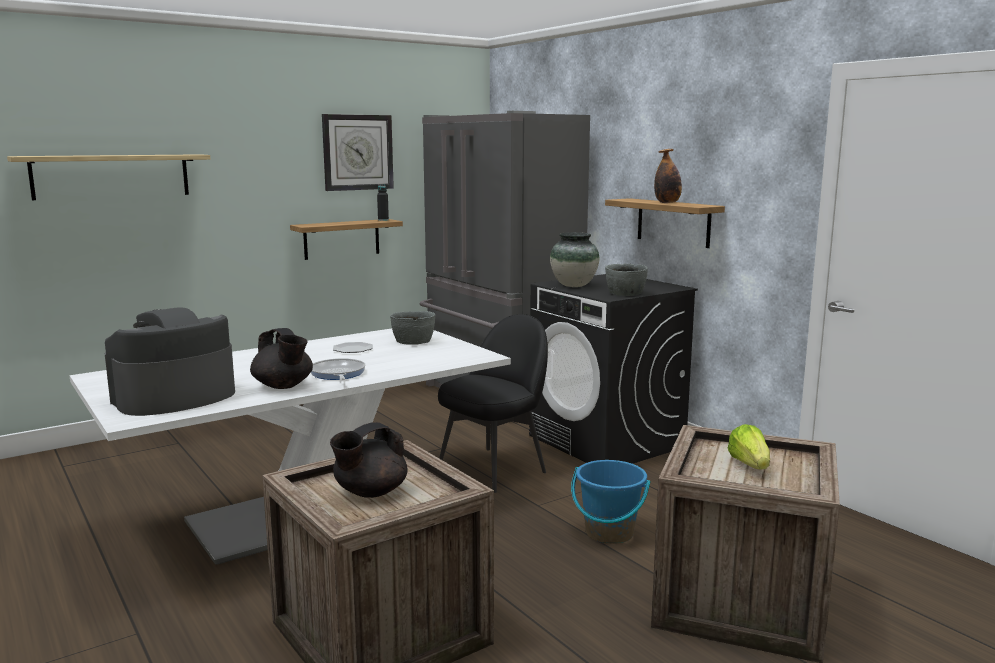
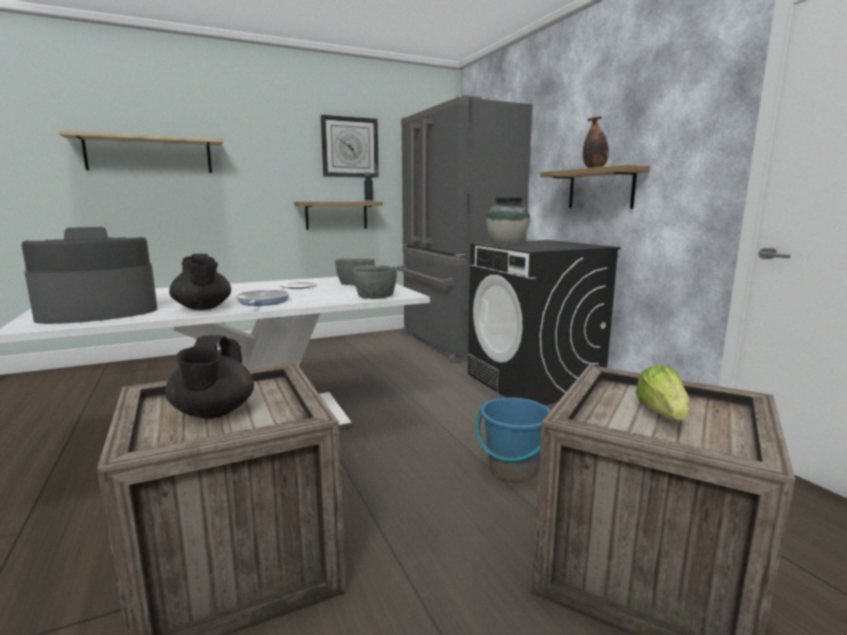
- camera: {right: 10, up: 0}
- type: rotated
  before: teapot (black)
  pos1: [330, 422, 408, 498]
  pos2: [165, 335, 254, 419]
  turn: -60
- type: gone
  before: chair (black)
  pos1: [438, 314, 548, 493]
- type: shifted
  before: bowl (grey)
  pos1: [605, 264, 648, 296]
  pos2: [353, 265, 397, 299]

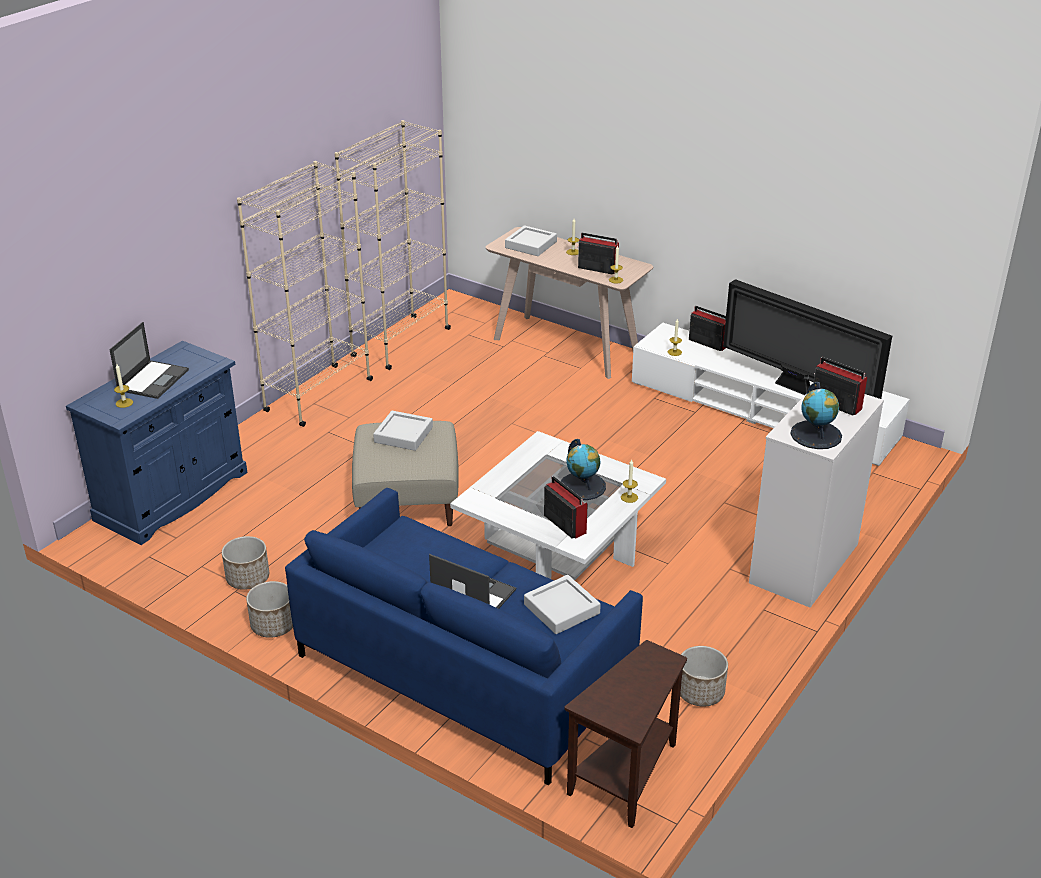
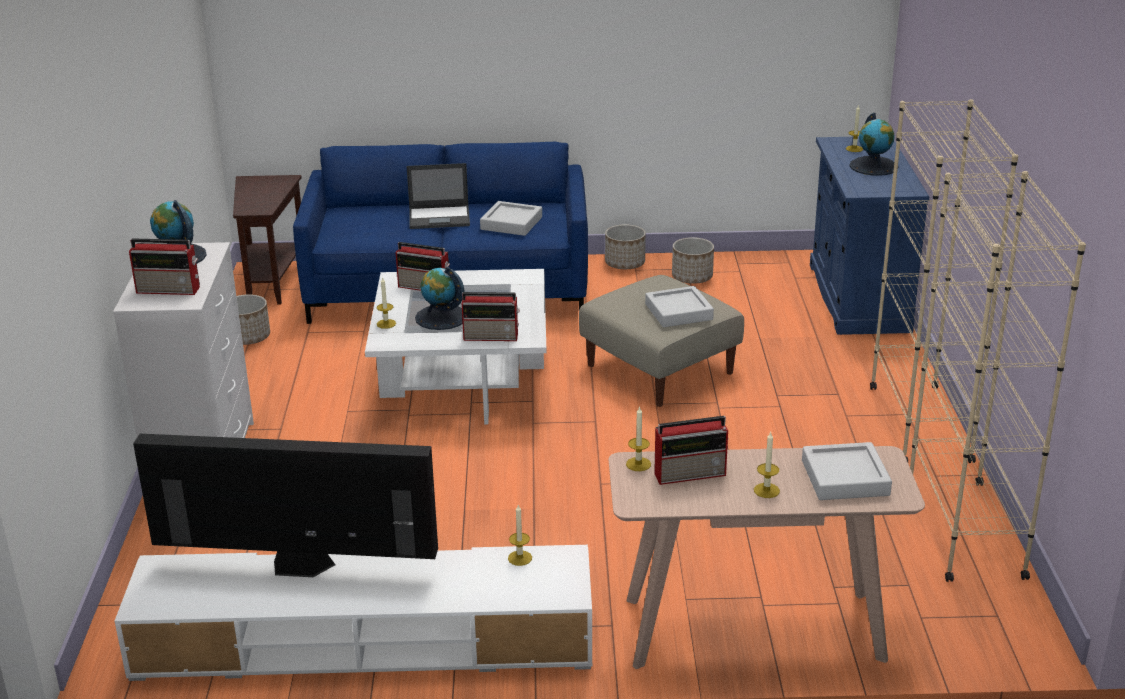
- camera: {right: 145, up: -5}
- type: swapped
  before: laptop
  after: globe
  pos1: [109, 322, 189, 399]
  pos2: [849, 113, 895, 176]
- type: shifted
  before: tray (grey)
  pos1: [524, 575, 601, 634]
  pos2: [480, 201, 542, 236]
- type: shifted
  before: radio
  pos1: [689, 306, 726, 351]
  pos2: [462, 292, 520, 341]

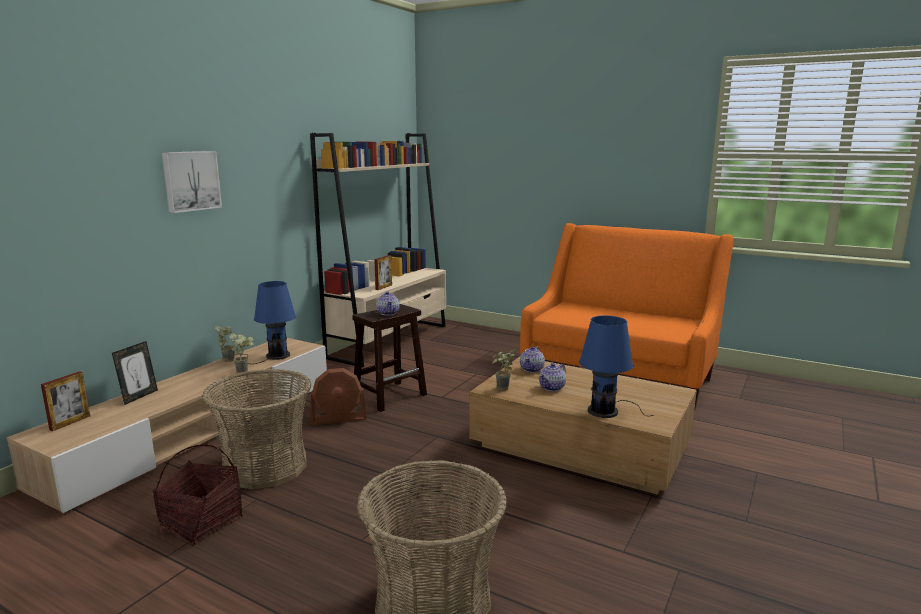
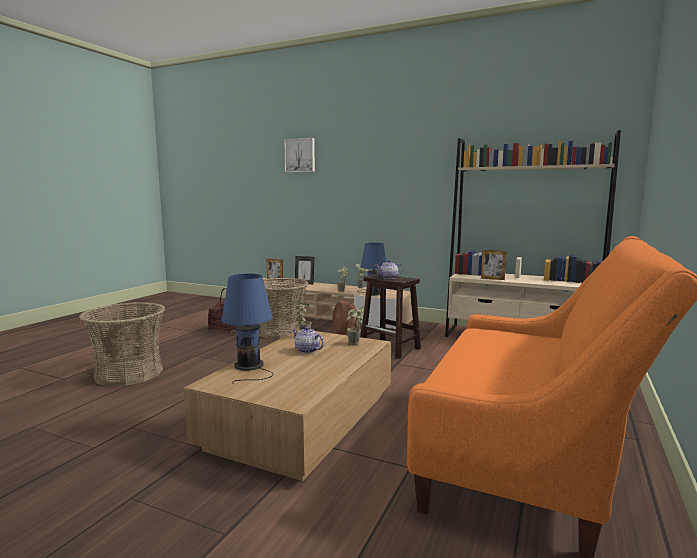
- camera: {right: 85, up: -5}
- type: shifted
  before: picture
  pos1: [162, 151, 222, 213]
  pos2: [284, 138, 315, 172]
- type: swapped
  before: teapot
  after: potted plant
  pos1: [520, 346, 545, 373]
  pos2: [347, 306, 364, 345]

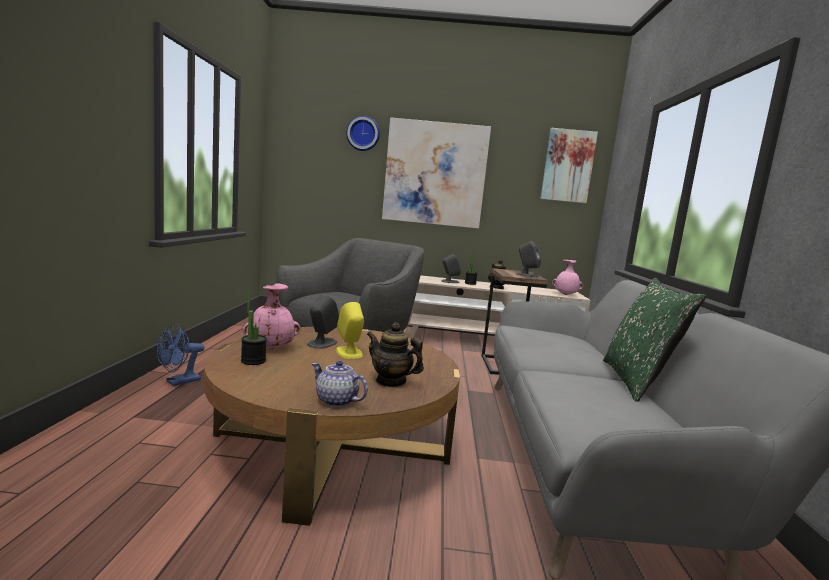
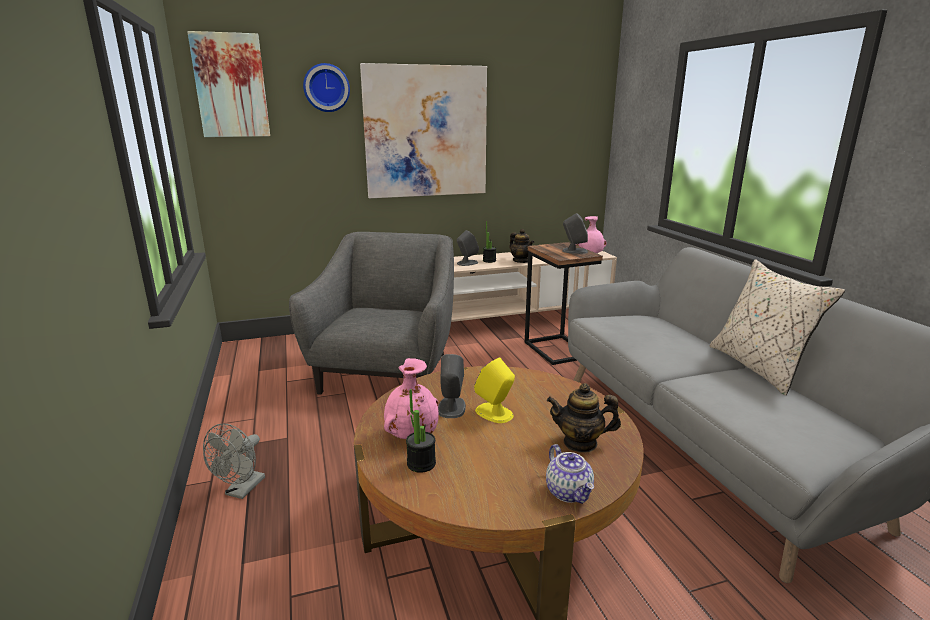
- camera: {right: -20, up: 10}
- type: repainted
  before: fan (blue)
  after: fan (grey)
  pos1: [157, 324, 204, 386]
  pos2: [203, 424, 265, 499]
- type: rotated
  before: teapot
  pos1: [312, 361, 368, 407]
  pos2: [546, 444, 594, 504]
  turn: -120
- type: shifted
  before: picture
  pos1: [541, 128, 598, 203]
  pos2: [187, 31, 270, 137]
- type: repainted
  before: pillow (green)
  after: pillow (beige)
  pos1: [603, 278, 706, 402]
  pos2: [709, 259, 845, 395]

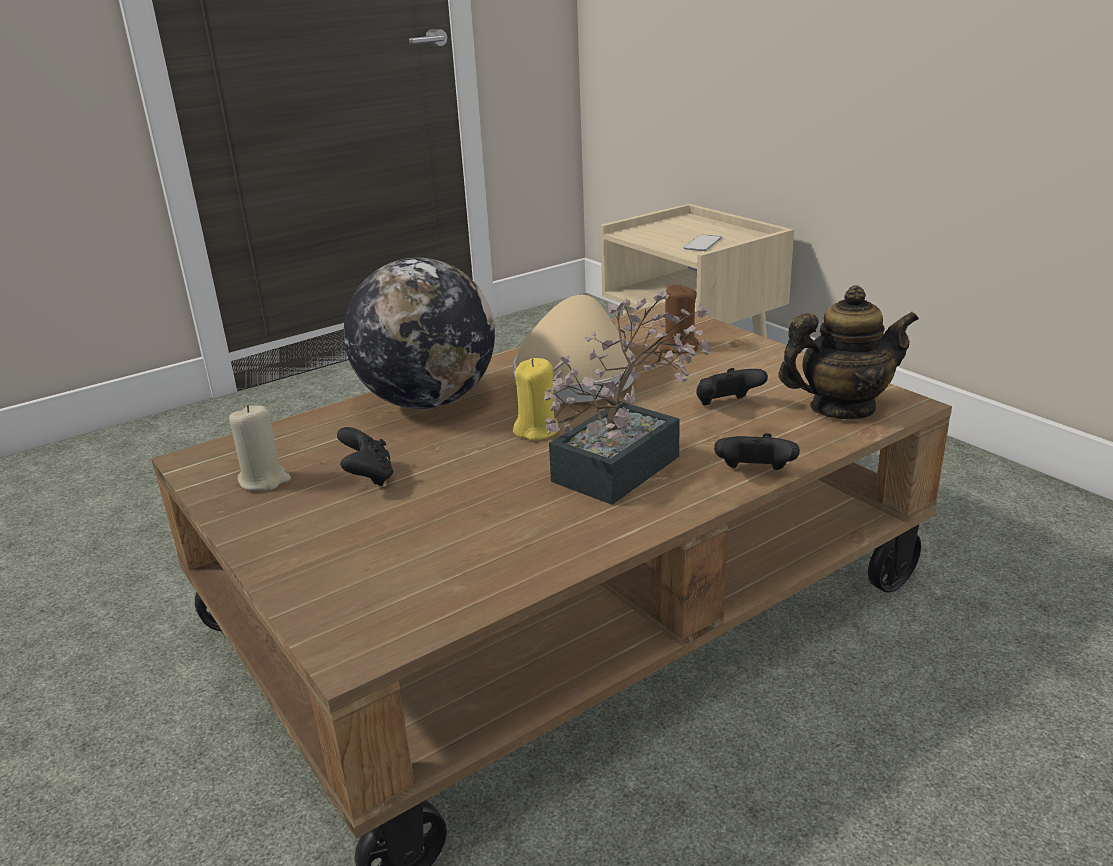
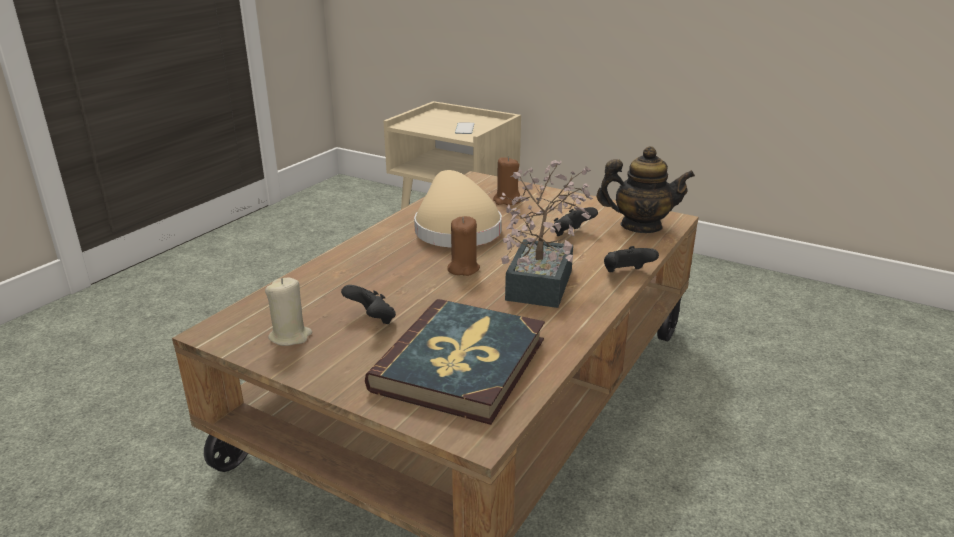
- camera: {right: -25, up: 0}
- type: gone
  before: globe
  pos1: [344, 258, 495, 409]
- type: repainted
  before: candle (yellow)
  after: candle (brown)
  pos1: [513, 358, 558, 441]
  pos2: [447, 216, 480, 276]
- type: rotated
  before: teapot
  pos1: [778, 285, 919, 420]
  pos2: [596, 146, 695, 233]
  turn: 45
- type: new
  after: book
  pos2: [365, 299, 545, 425]

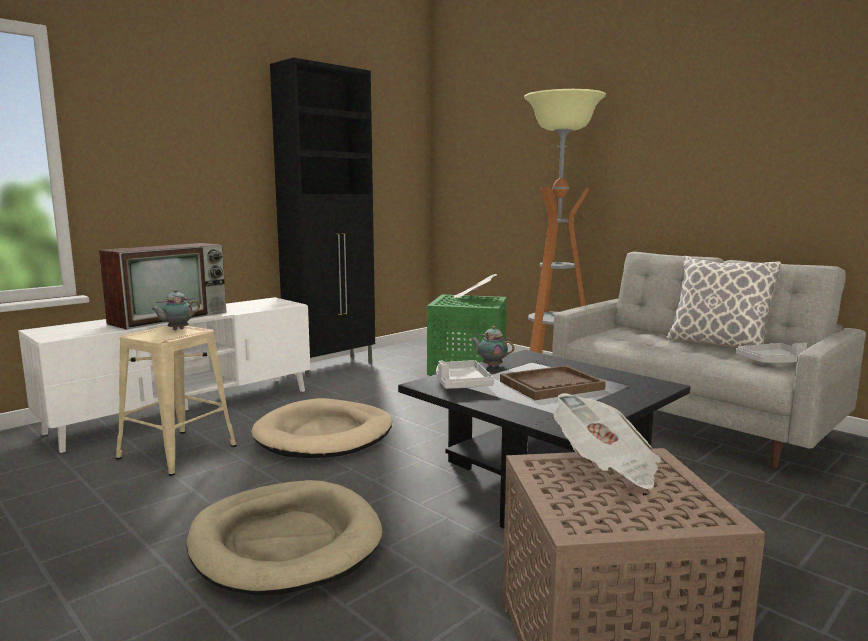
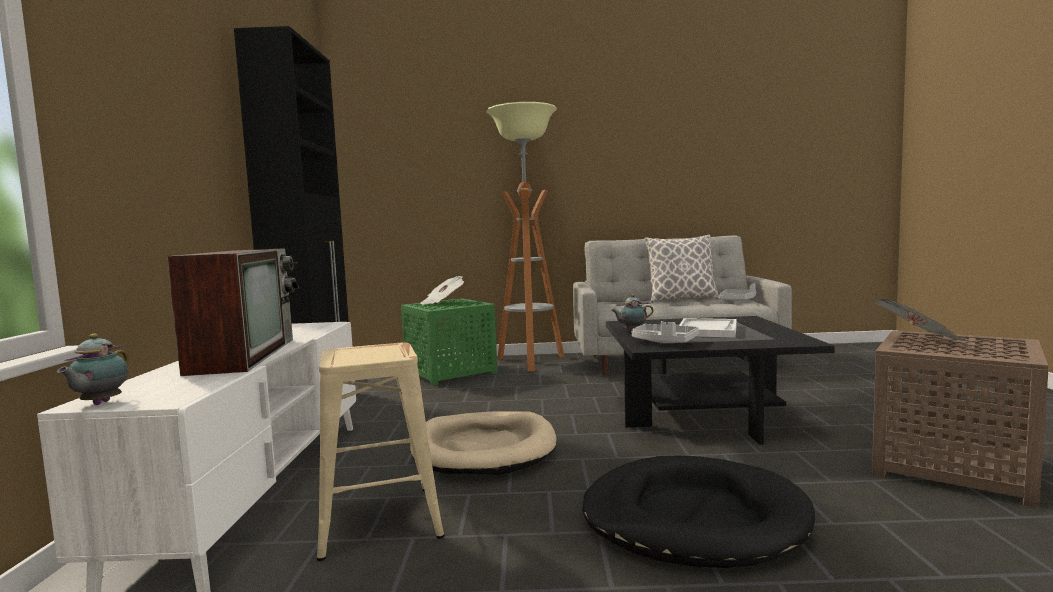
- camera: {right: -45, up: -5}
- type: shifted
  before: teapot
  pos1: [150, 289, 200, 330]
  pos2: [57, 334, 128, 405]
- type: repainted
  before: dog bed (beige)
  after: dog bed (black)
  pos1: [187, 480, 382, 595]
  pos2: [582, 455, 815, 568]
- type: repainted
  before: tray (brown)
  after: tray (white)
  pos1: [500, 365, 606, 400]
  pos2: [679, 318, 737, 338]

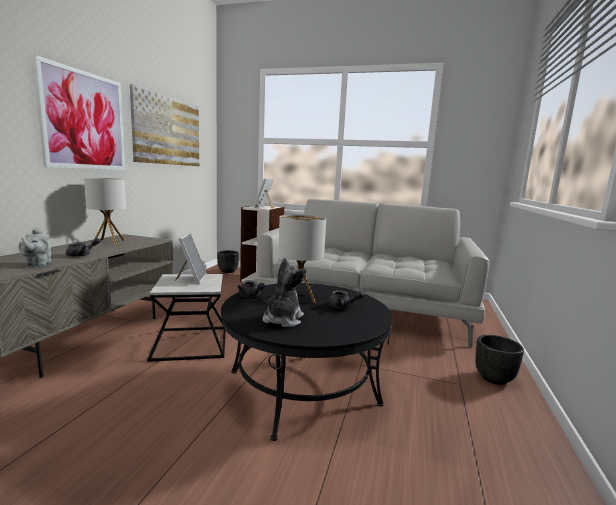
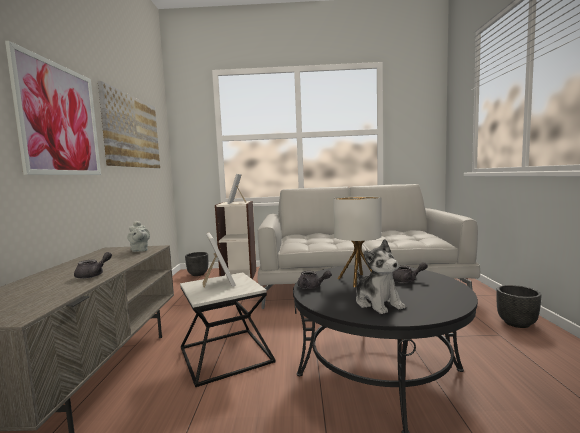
- camera: {right: -15, up: -5}
- type: shifted
  before: teapot (grey)
  pos1: [18, 227, 51, 266]
  pos2: [127, 221, 150, 252]
- type: gone
  before: table lamp
  pos1: [84, 178, 126, 244]
- type: rotated
  before: plush toy
  pos1: [262, 257, 306, 327]
  pos2: [356, 239, 405, 314]
  turn: 150

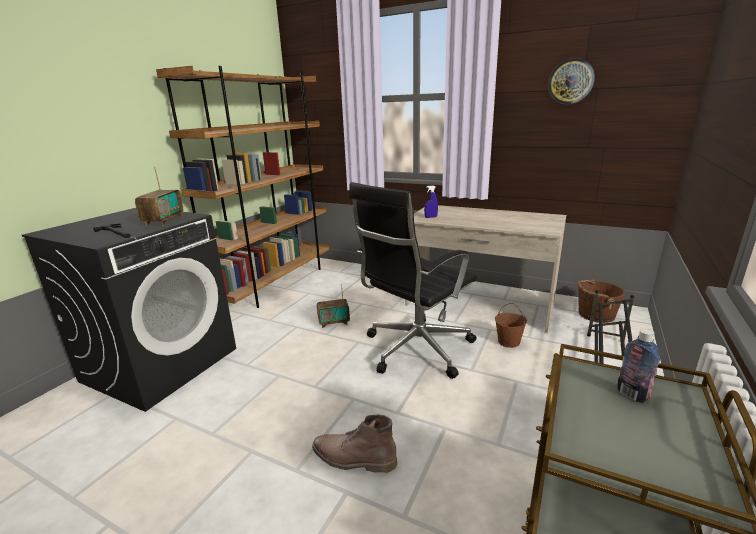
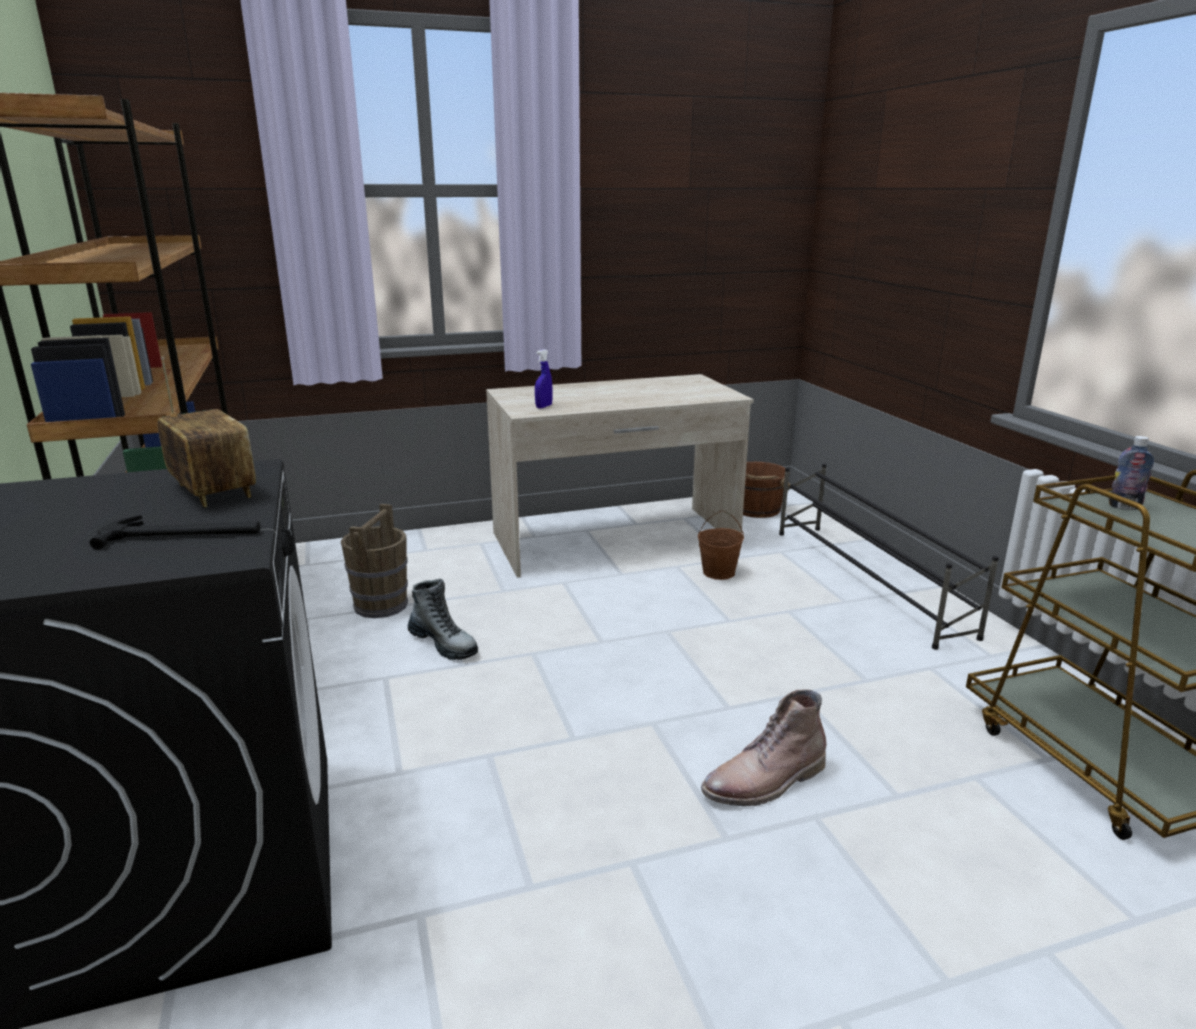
- camera: {right: -45, up: 0}
- type: swapped
  before: radio
  after: boot
  pos1: [317, 284, 350, 328]
  pos2: [408, 579, 478, 660]
- type: gone
  before: office chair (black)
  pos1: [349, 182, 477, 379]
- type: gone
  before: wall clock
  pos1: [548, 58, 595, 104]
- type: new
  after: bucket (brown)
  pos2: [341, 504, 408, 618]

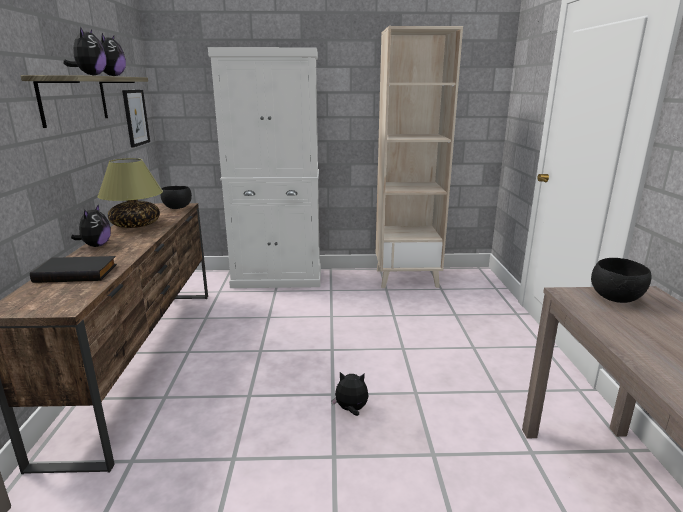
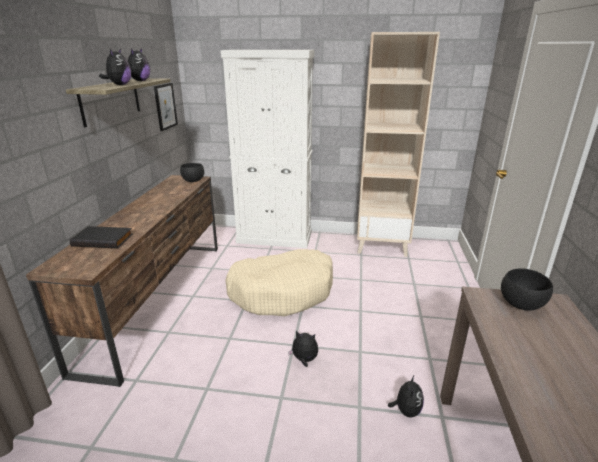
- camera: {right: 10, up: 5}
- type: shifted
  before: plush toy
  pos1: [71, 204, 111, 247]
  pos2: [388, 375, 424, 417]
- type: gone
  before: table lamp
  pos1: [98, 158, 163, 228]
- type: new
  after: dog bed (beige)
  pos2: [225, 249, 333, 316]

